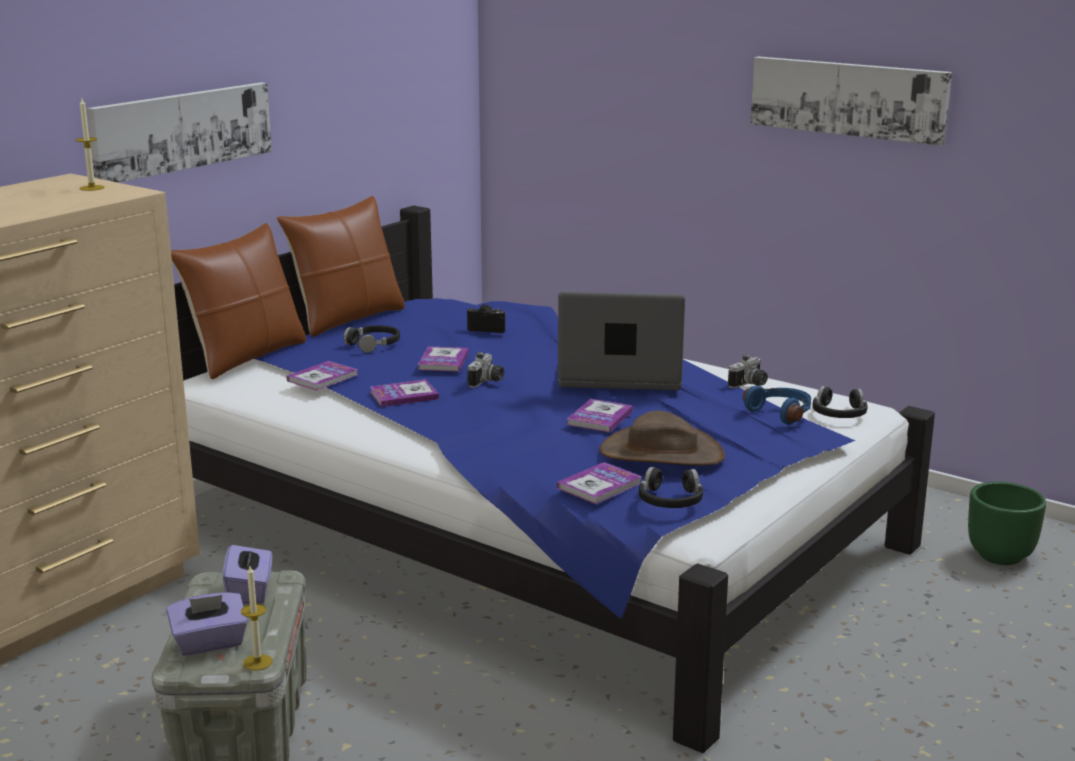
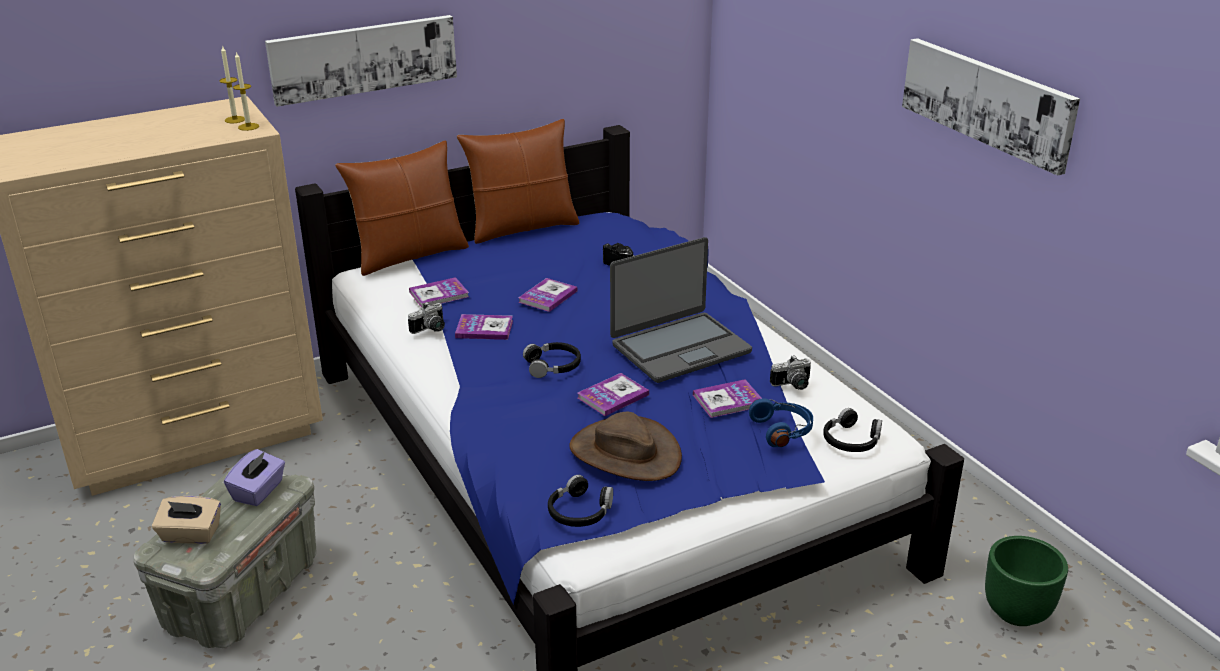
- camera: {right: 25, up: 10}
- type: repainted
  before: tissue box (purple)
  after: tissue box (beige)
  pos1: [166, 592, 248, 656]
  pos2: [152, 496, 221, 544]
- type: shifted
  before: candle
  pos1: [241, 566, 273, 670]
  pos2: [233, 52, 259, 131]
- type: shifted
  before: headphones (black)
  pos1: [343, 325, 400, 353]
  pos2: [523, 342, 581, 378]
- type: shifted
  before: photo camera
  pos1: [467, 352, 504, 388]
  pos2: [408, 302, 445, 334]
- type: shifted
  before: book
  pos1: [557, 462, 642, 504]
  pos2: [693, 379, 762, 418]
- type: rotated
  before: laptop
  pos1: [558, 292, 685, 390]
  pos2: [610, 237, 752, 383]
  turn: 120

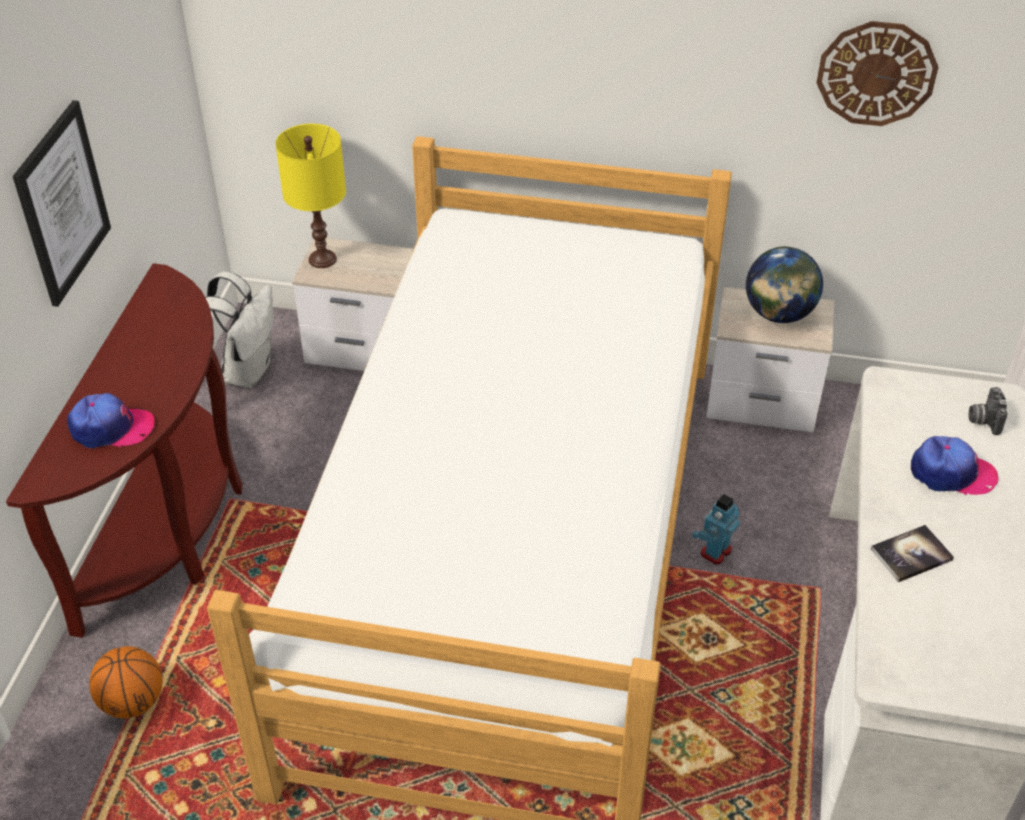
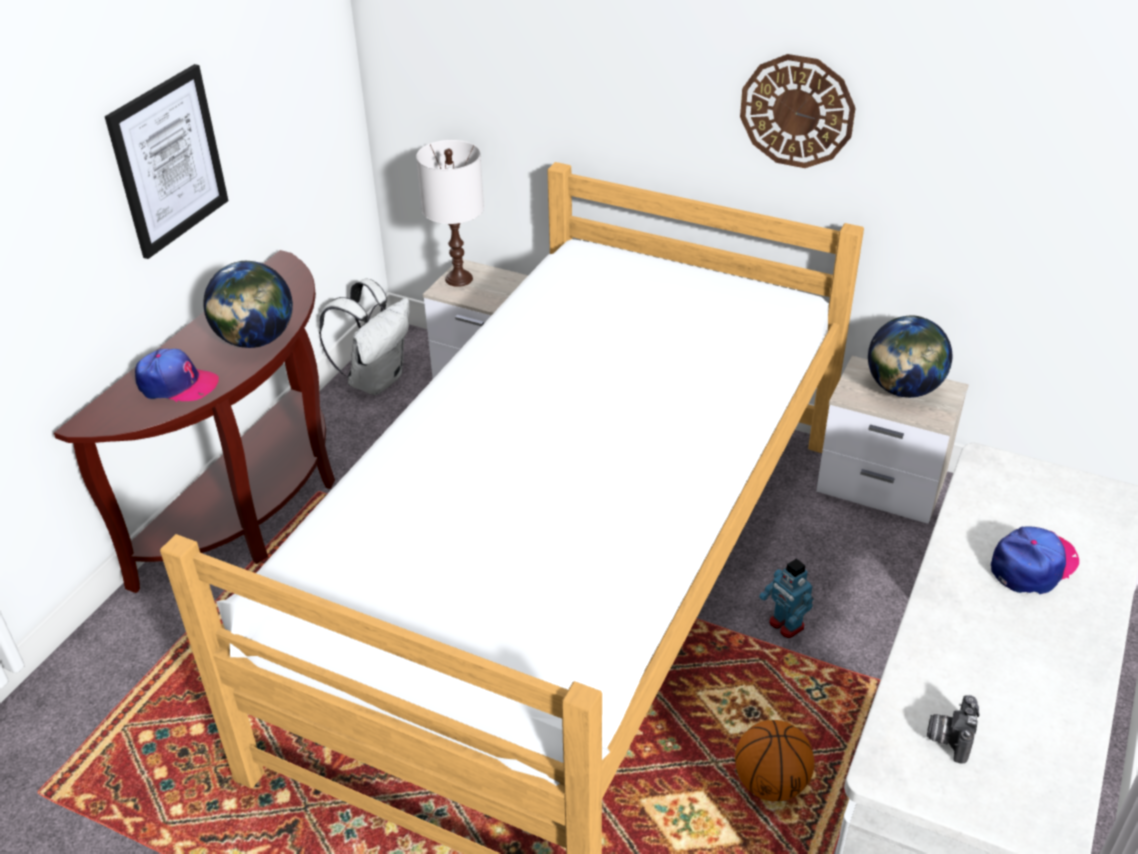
- camera: {right: 15, up: -5}
- type: shifted
  before: basketball
  pos1: [89, 646, 163, 719]
  pos2: [735, 720, 815, 801]
- type: repainted
  before: table lamp (yellow)
  after: table lamp (white)
  pos1: [275, 124, 346, 268]
  pos2: [416, 140, 484, 287]
- type: rotated
  before: toy robot
  pos1: [692, 494, 740, 565]
  pos2: [759, 558, 814, 638]
  turn: -90
- type: shifted
  before: wall clock
  pos1: [817, 21, 938, 126]
  pos2: [740, 54, 855, 168]
- type: gone
  before: book
  pos1: [871, 525, 954, 582]
- type: rotated
  before: cap
  pos1: [911, 436, 999, 495]
  pos2: [991, 527, 1079, 594]
  turn: -60
- type: shifted
  before: photo camera
  pos1: [969, 387, 1007, 435]
  pos2: [927, 695, 980, 764]
- type: new
  after: globe
  pos2: [203, 260, 293, 348]

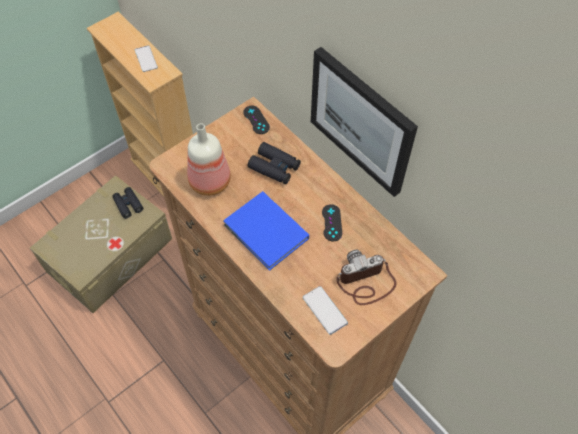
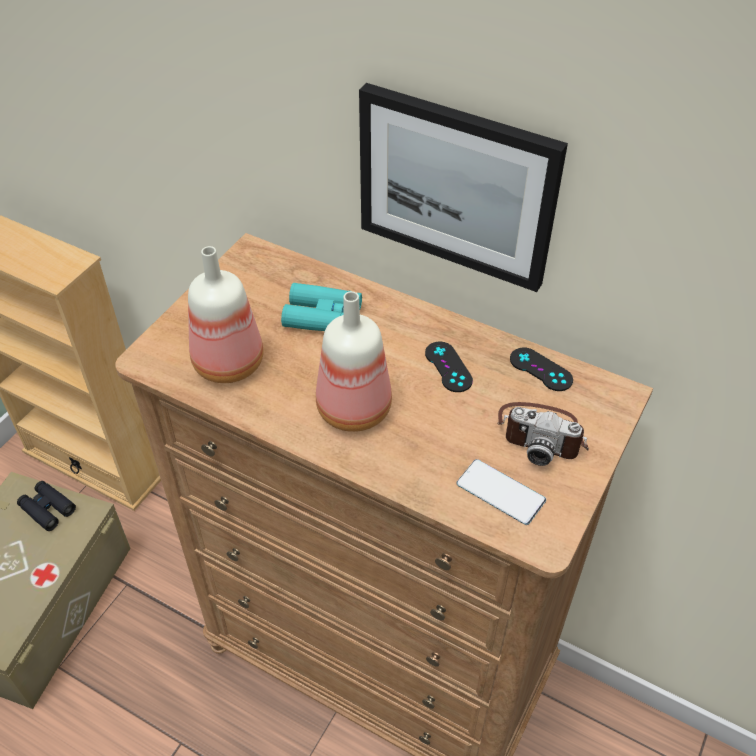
- camera: {right: -20, up: -10}
- type: gone
  before: phone
  pos1: [135, 45, 158, 72]
- type: swapped
  before: book (blue)
  after: bottle
  pos1: [223, 191, 309, 271]
  pos2: [316, 291, 392, 432]
- type: shifted
  before: game controller (black)
  pos1: [243, 106, 270, 134]
  pos2: [510, 347, 573, 391]
- type: repainted
  before: binoculars (black)
  after: binoculars (turquoise)
  pos1: [248, 142, 301, 184]
  pos2: [281, 283, 362, 331]
- type: rotated
  before: photo camera
  pos1: [336, 250, 396, 305]
  pos2: [498, 402, 589, 466]
  turn: -120

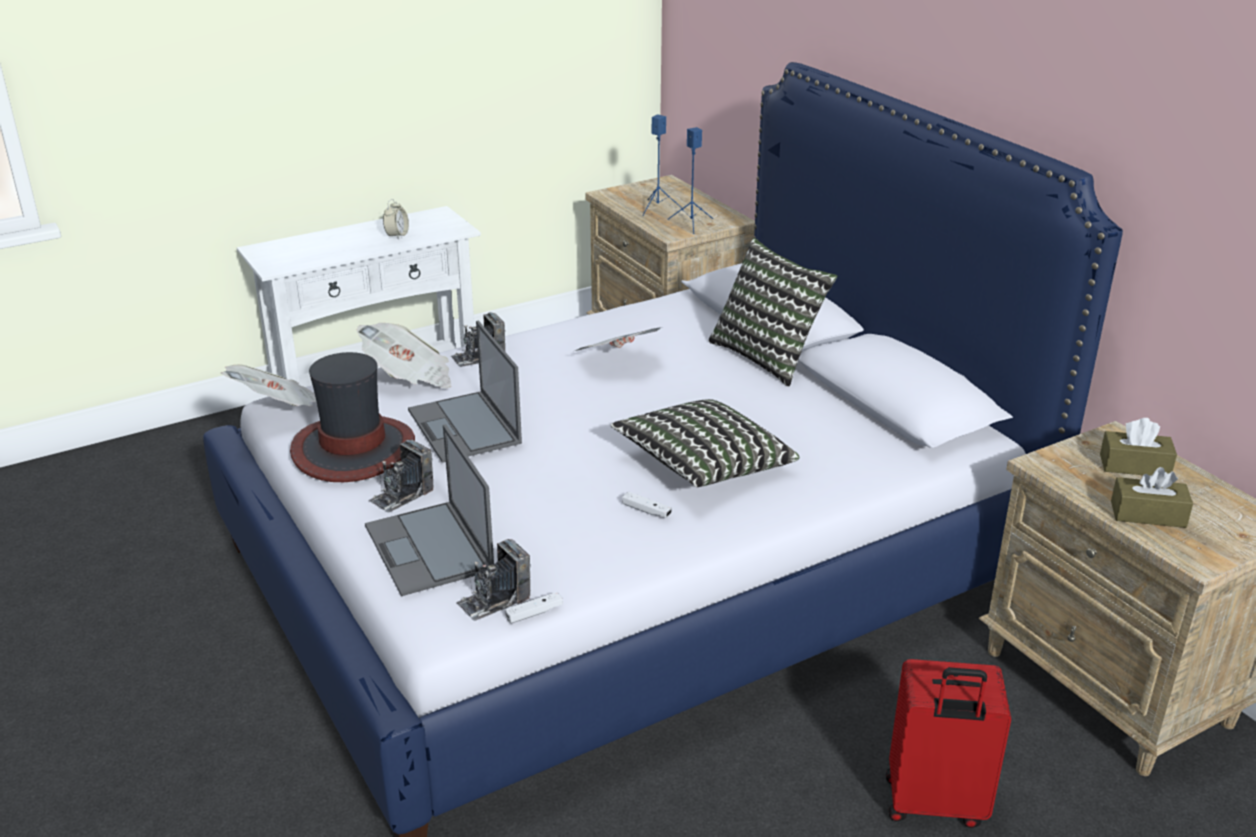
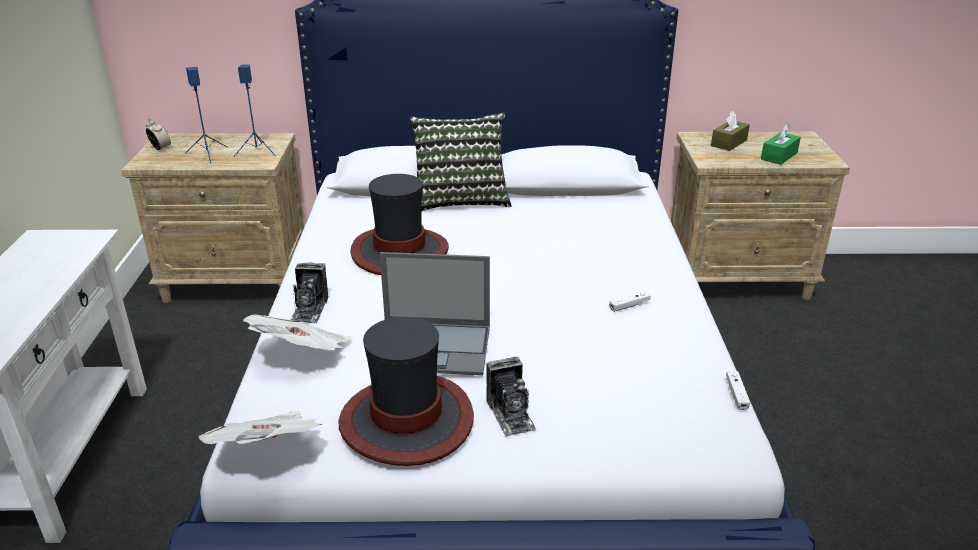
- camera: {right: -60, up: 0}
- type: gone
  before: laptop
  pos1: [365, 424, 494, 596]
- type: shifted
  before: alarm clock
  pos1: [383, 199, 409, 240]
  pos2: [146, 118, 171, 150]
- type: gone
  before: photo camera
  pos1: [456, 539, 531, 621]
- type: swapped
  before: newspaper
  after: hat
  pos1: [575, 327, 662, 351]
  pos2: [350, 174, 449, 275]
- type: gone
  before: pillow
  pos1: [610, 399, 799, 487]
- type: gone
  before: suitcase (red)
  pos1: [886, 659, 1011, 828]
- type: repainted
  before: tissue box (brown)
  after: tissue box (green)
  pos1: [1111, 467, 1193, 528]
  pos2: [761, 124, 801, 165]

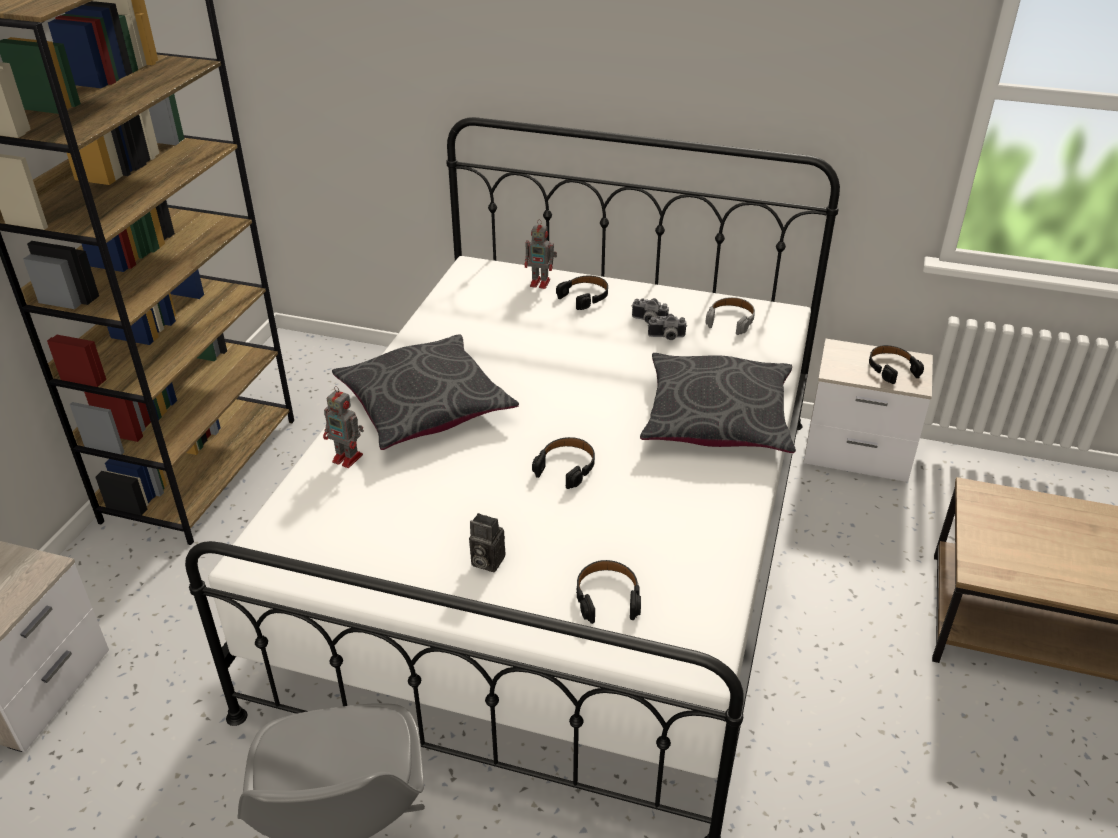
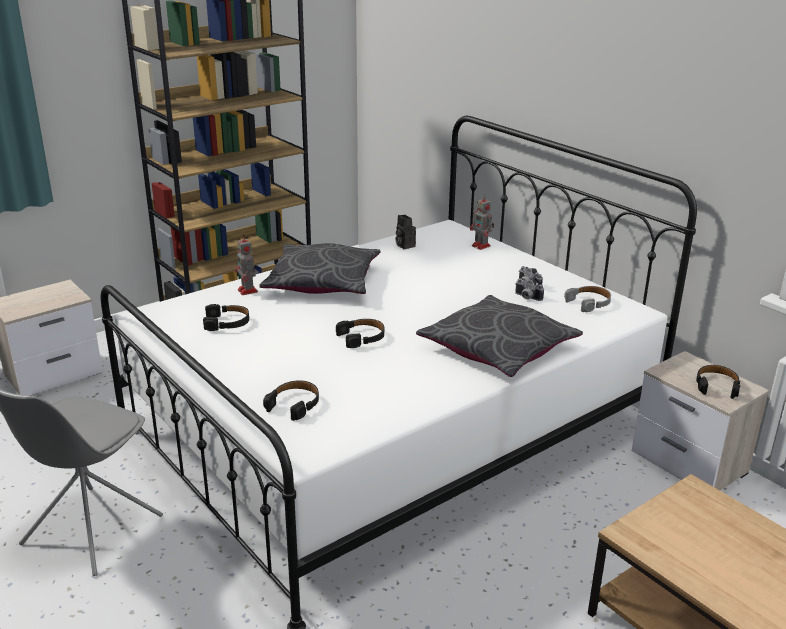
- camera: {right: 35, up: -10}
- type: shifted
  before: photo camera
  pos1: [469, 513, 505, 572]
  pos2: [395, 215, 416, 249]
- type: shifted
  before: headphones (black)
  pos1: [556, 276, 608, 310]
  pos2: [203, 304, 249, 331]

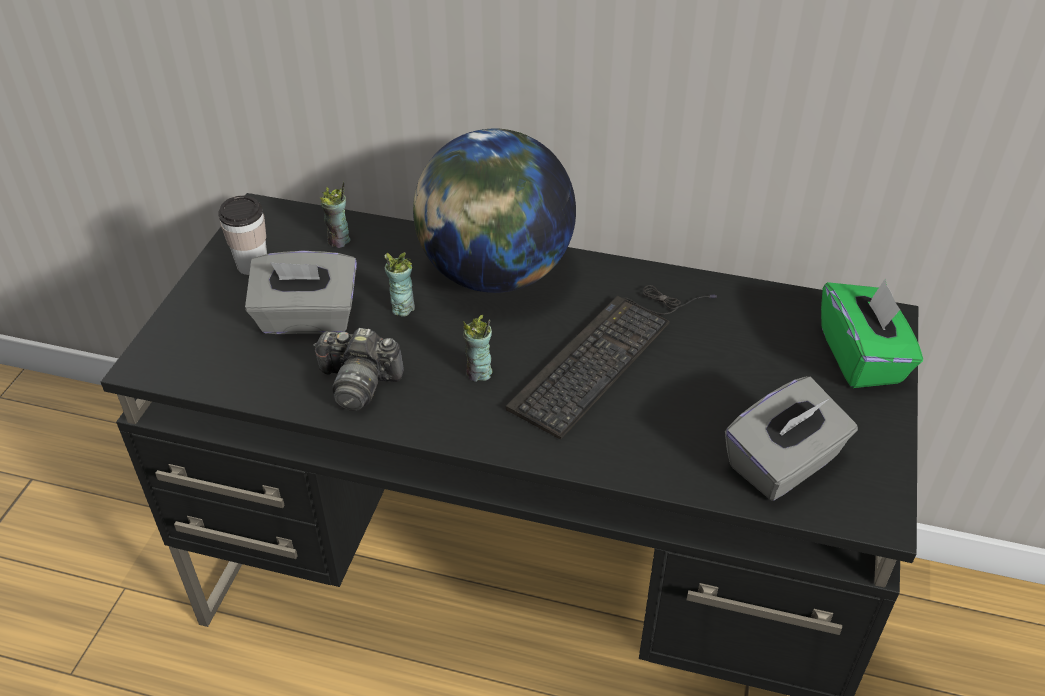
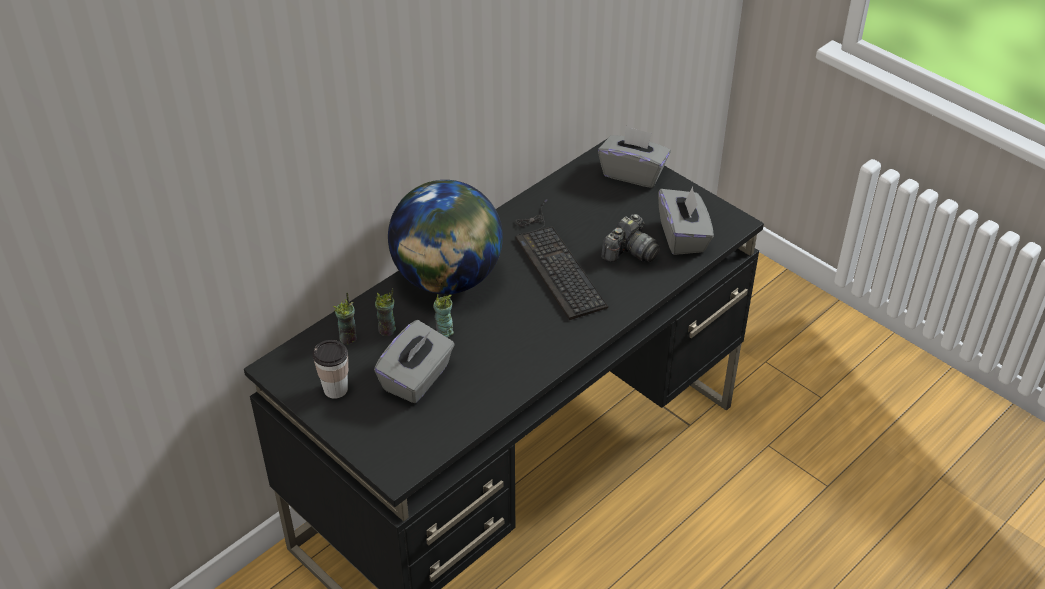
- camera: {right: -60, up: 0}
- type: shifted
  before: photo camera
  pos1: [313, 328, 404, 411]
  pos2: [601, 214, 660, 262]
- type: shifted
  before: cup
  pos1: [463, 315, 493, 382]
  pos2: [375, 288, 396, 336]
- type: repainted
  before: tissue box (green)
  after: tissue box (grey)
  pos1: [821, 279, 923, 388]
  pos2: [598, 126, 671, 188]

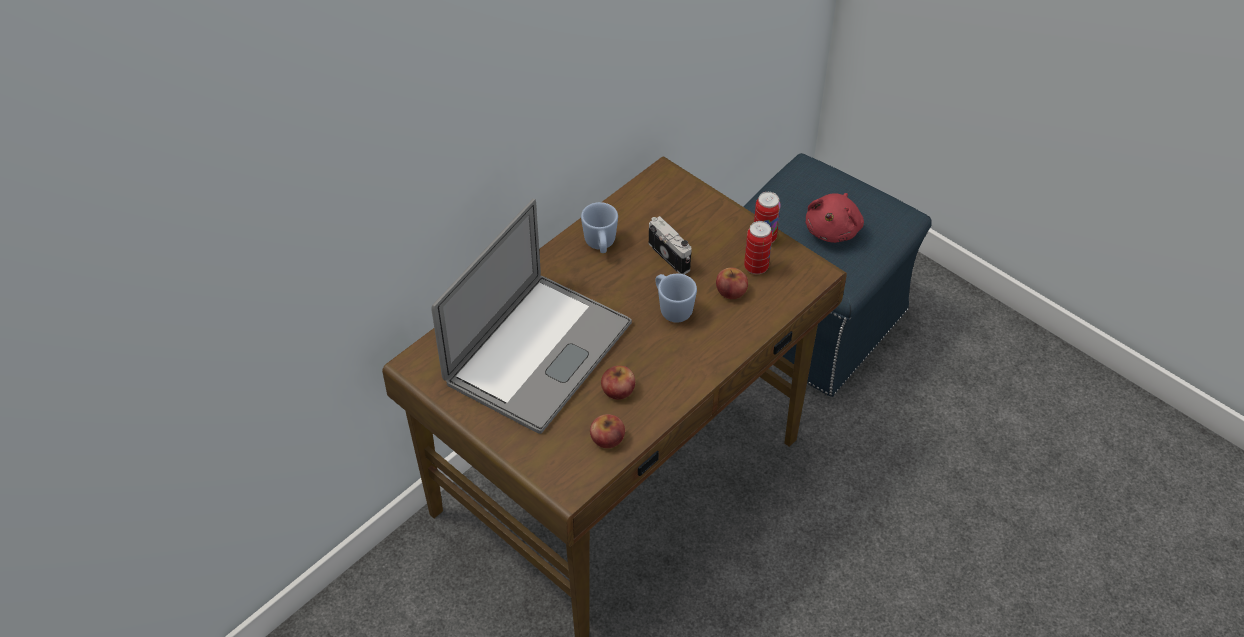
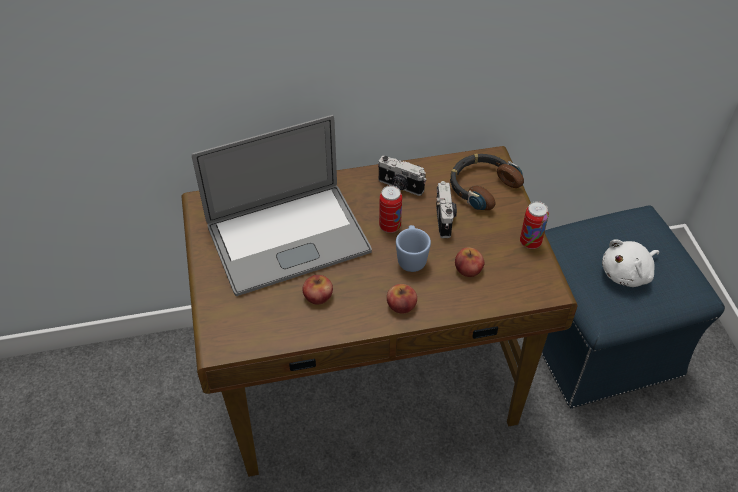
- camera: {right: 35, up: 0}
- type: swapped
  before: mug (blue)
  after: photo camera
  pos1: [581, 202, 618, 253]
  pos2: [378, 155, 426, 196]
- type: shifted
  before: apple
  pos1: [590, 414, 625, 448]
  pos2: [387, 284, 417, 314]
- type: shifted
  before: can
  pos1: [744, 221, 772, 274]
  pos2: [379, 185, 402, 233]
- type: repainted
  before: plush toy (red)
  after: plush toy (white)
  pos1: [805, 193, 864, 243]
  pos2: [602, 239, 659, 287]
- type: new
  after: headphones
  pos2: [450, 153, 524, 210]

